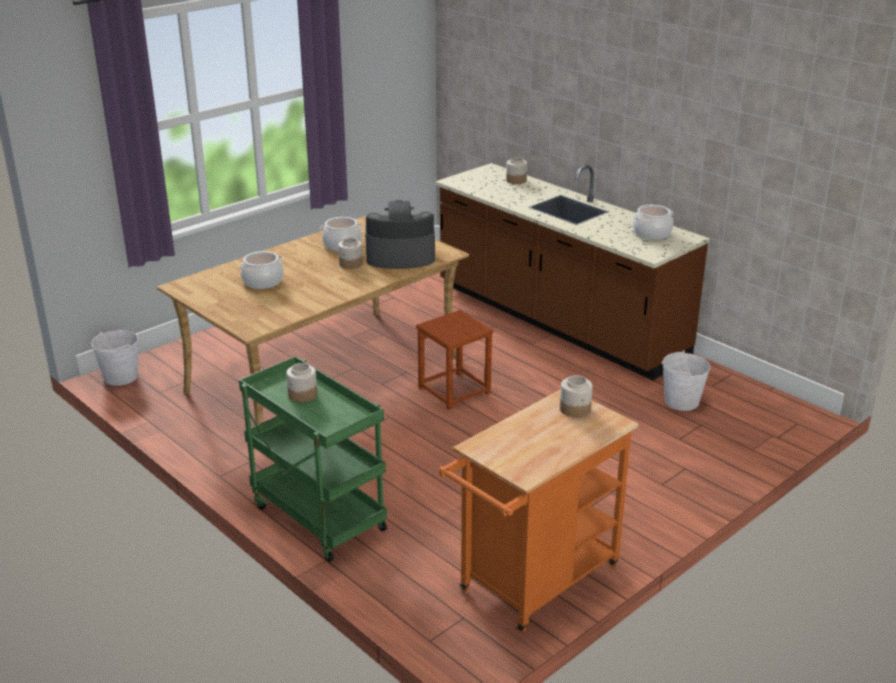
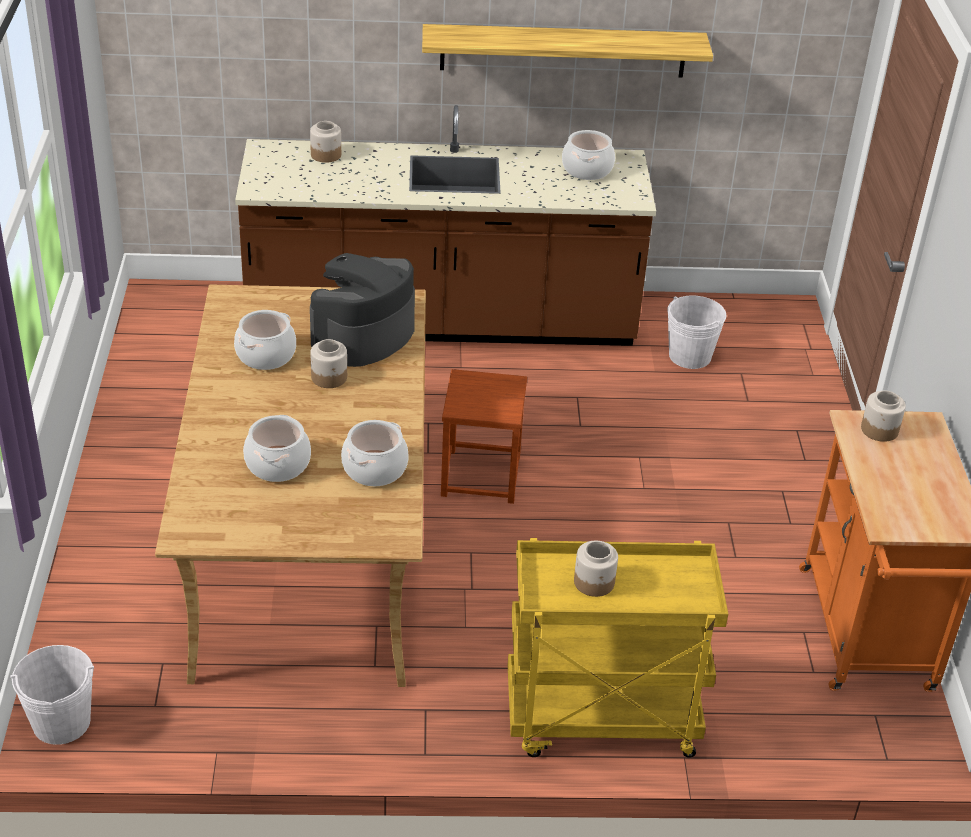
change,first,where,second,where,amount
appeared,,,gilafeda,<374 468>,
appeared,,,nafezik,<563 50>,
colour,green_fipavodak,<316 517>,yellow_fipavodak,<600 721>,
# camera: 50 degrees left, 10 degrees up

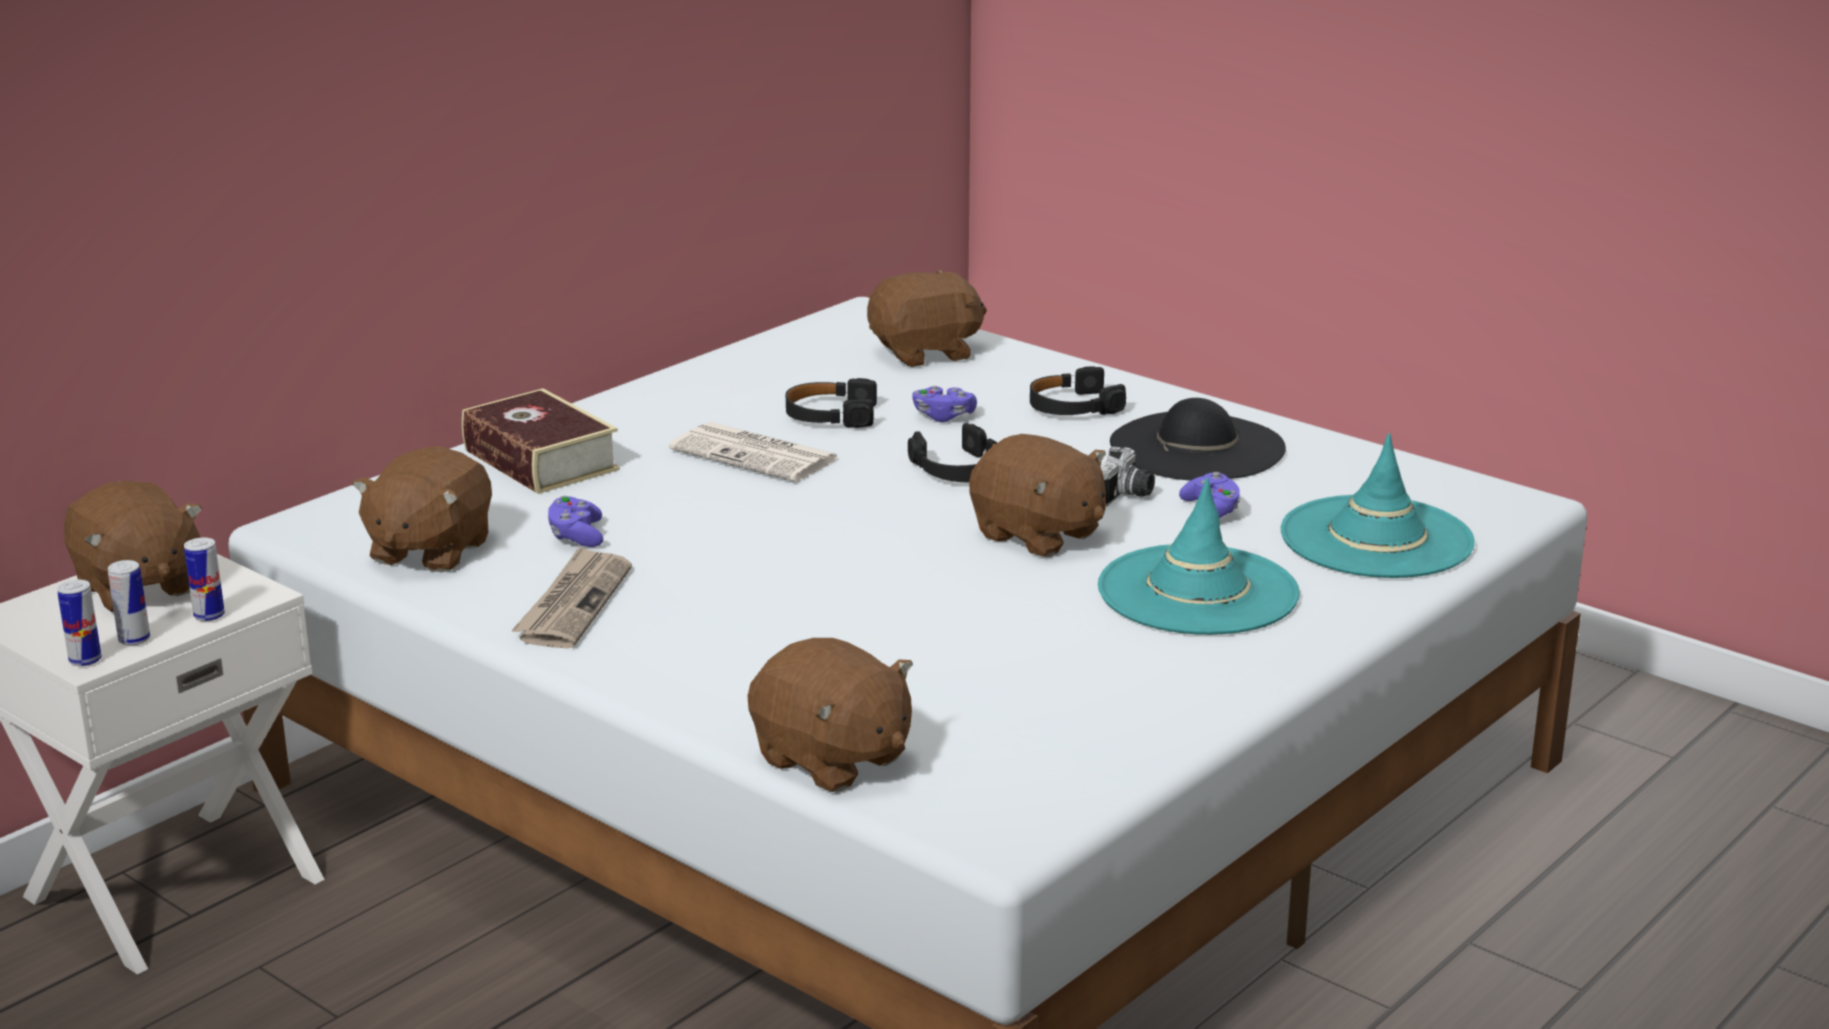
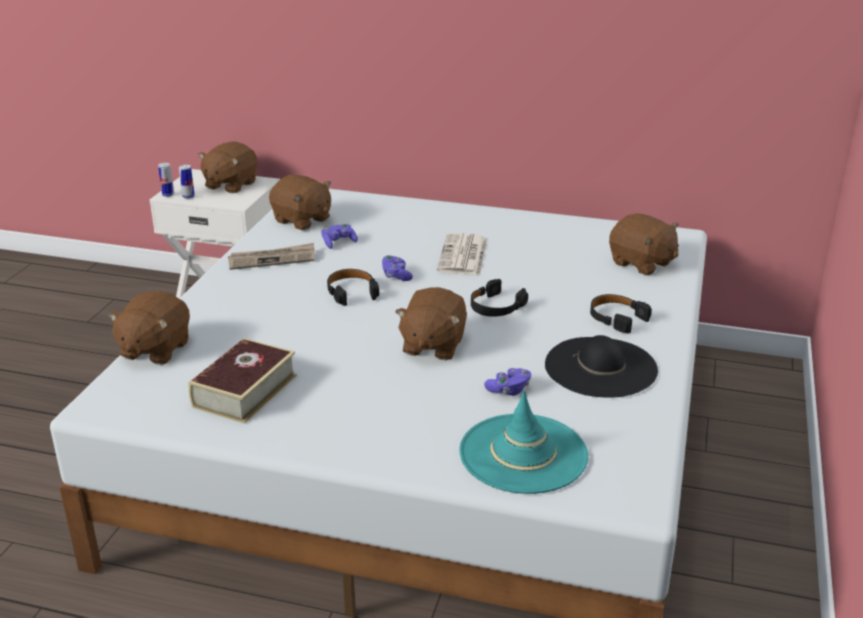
change,first,where,second,where,amount
relocated,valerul,<541 460>,,<245 391>,
spun,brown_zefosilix,<429 551>,,<302 220>,135 degrees counterclockwise
relocated,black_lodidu,<830 415>,,<351 292>,
relocated,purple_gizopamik,<943 416>,,<396 275>,
missing,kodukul,<209 616>,,,
missing,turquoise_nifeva,<1197 592>,,,
missing,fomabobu,<1126 496>,,,
# camera: 65 degrees right, 5 degrees up

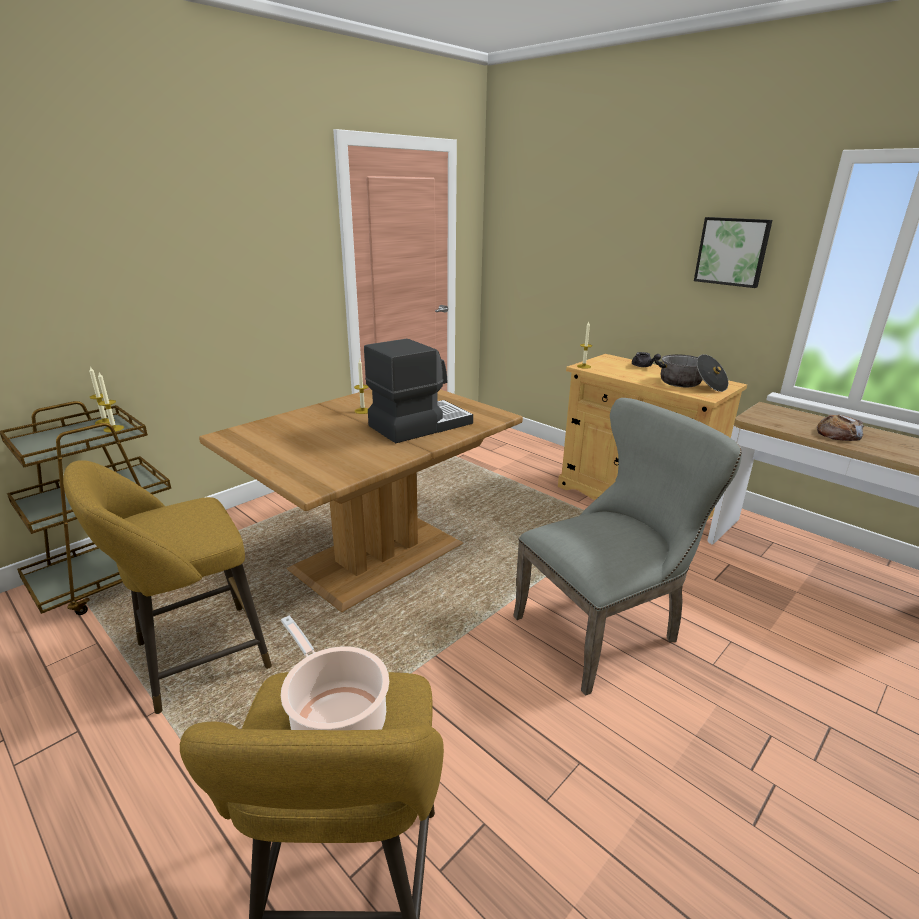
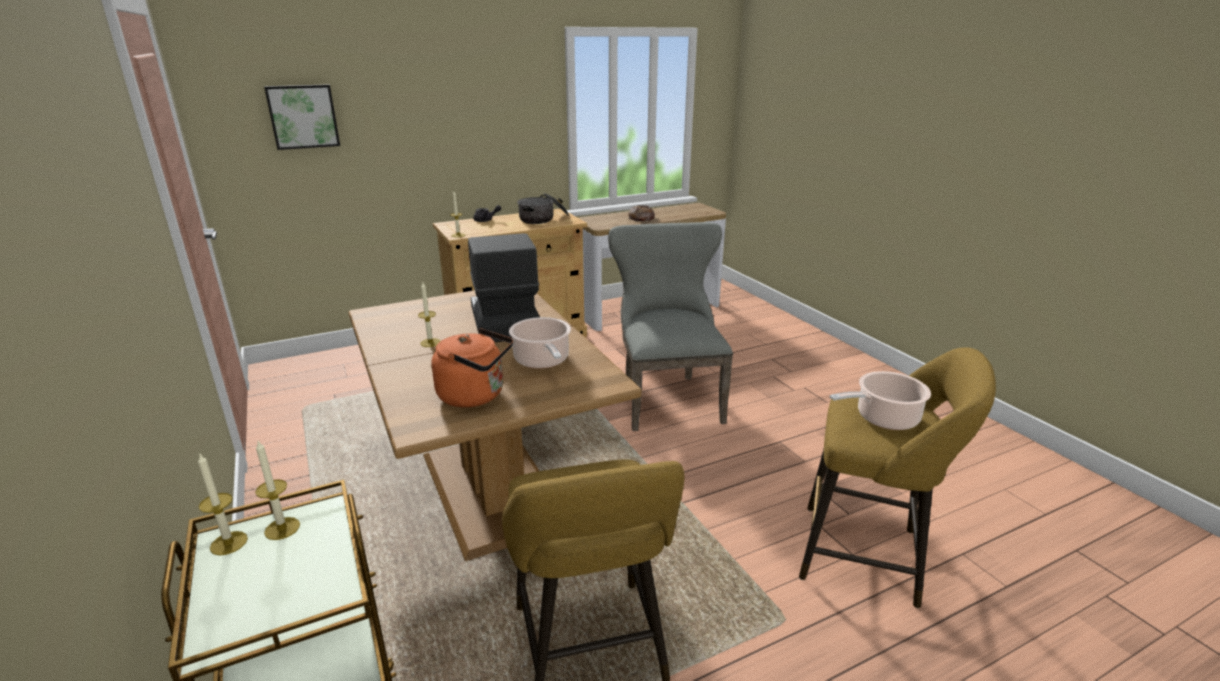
change,first,where,second,where,amount
relocated,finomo,<732 251>,,<303 116>,
appeared,,,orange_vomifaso,<476 395>,
appeared,,,gilafeda,<542 361>,
# camera: 70 degrees left, 0 degrees up

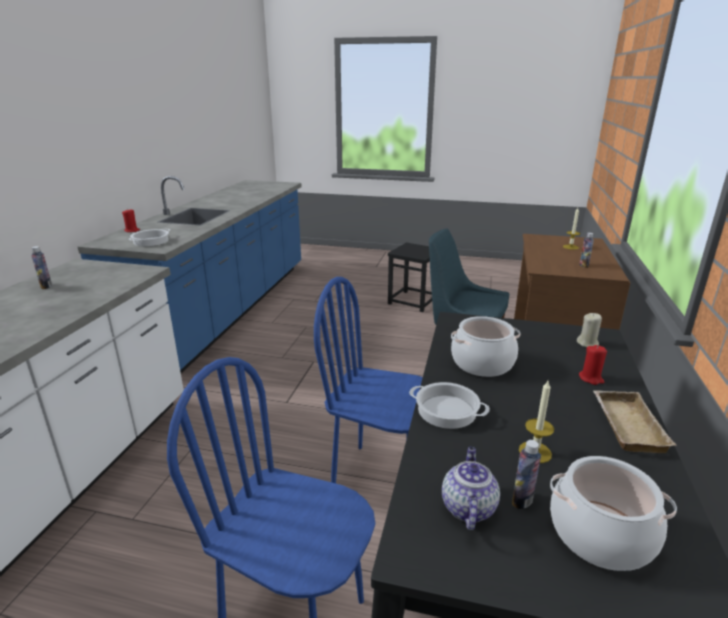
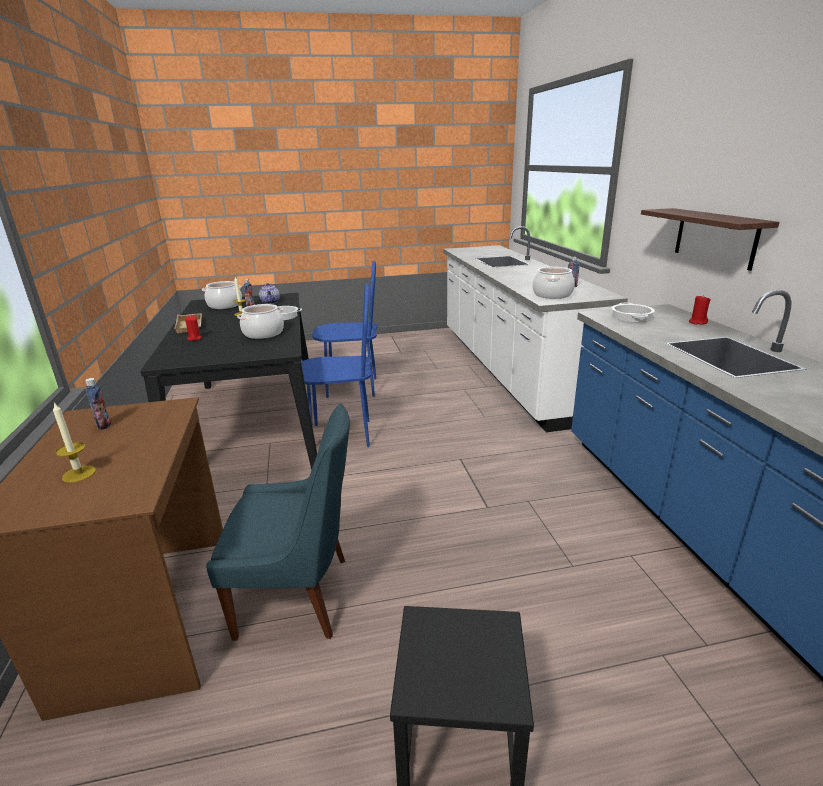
change,first,where,second,where,amount
appeared,,,gilafeda,<552 295>,
appeared,,,nafezik,<715 237>,
missing,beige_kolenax,<587 343>,,,
# camera: 155 degrees right, 0 degrees up

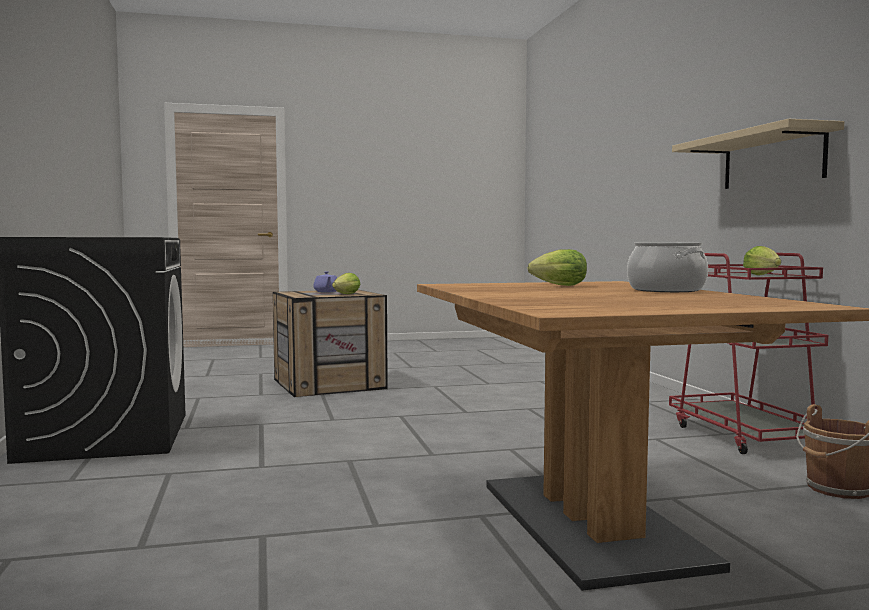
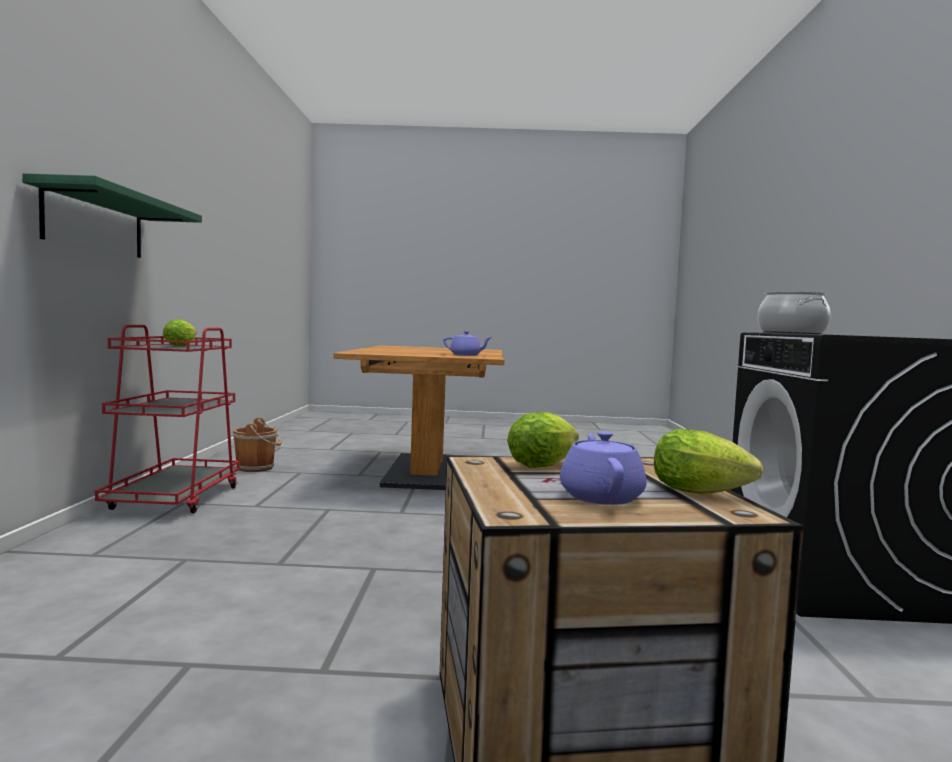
change,first,where,second,where,amount
colour,beige_nafezik,<772 159>,green_nafezik,<95 223>,
appeared,,,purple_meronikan,<466 355>,
relocated,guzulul,<556 285>,,<705 493>,
relocated,gilafeda,<666 290>,,<791 333>,
# camera: 165 degrees left, 0 degrees up

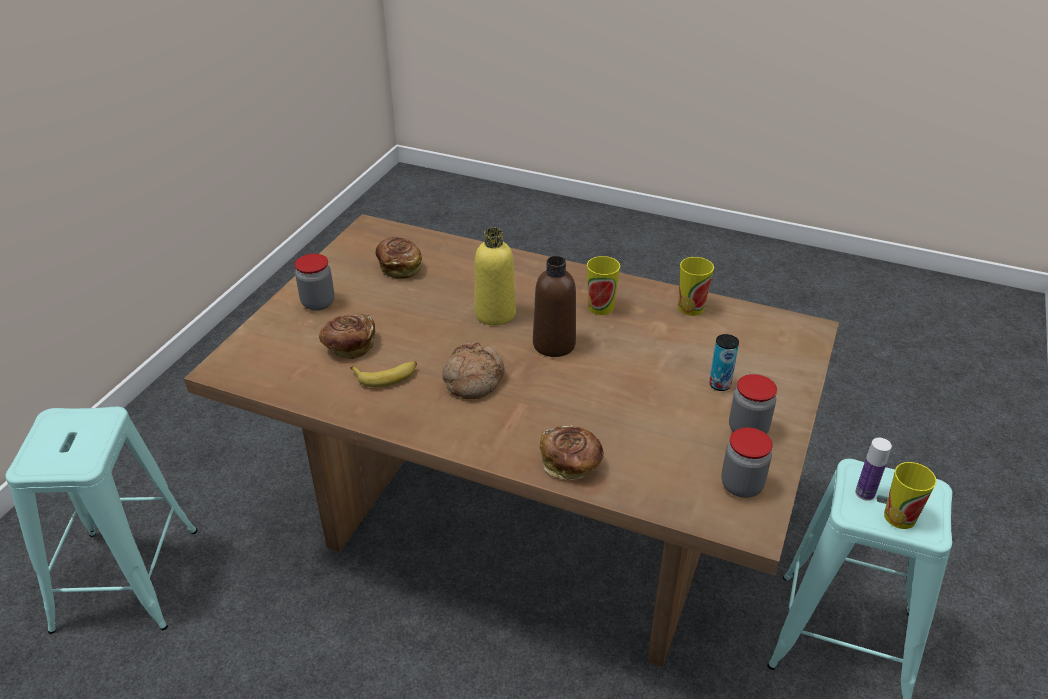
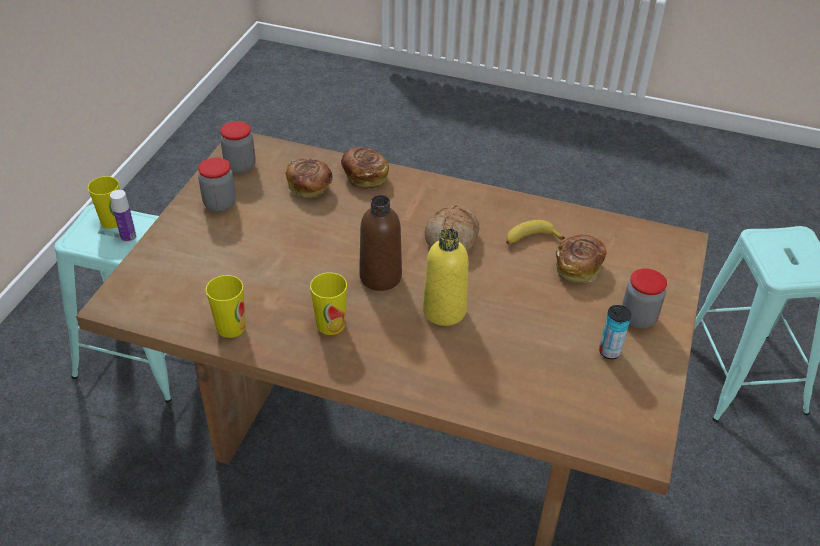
change,first,where,second,where,amount
relocated,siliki,<399 267>,,<310 188>,
relocated,kodukul,<719 384>,,<609 352>,
# camera: 175 degrees right, 5 degrees up

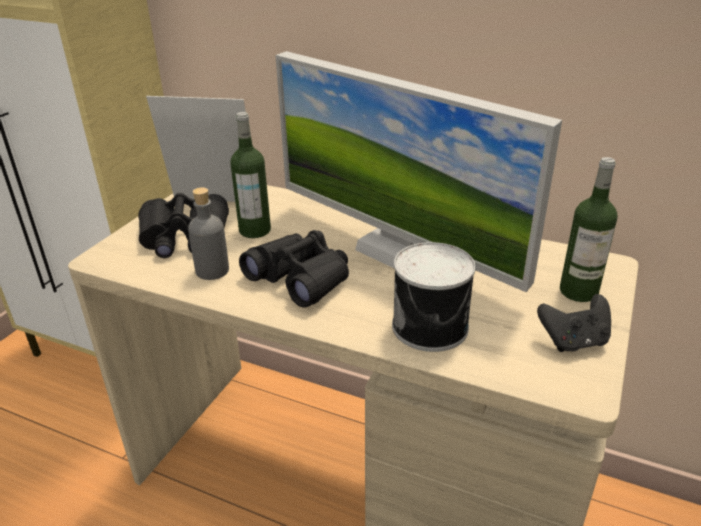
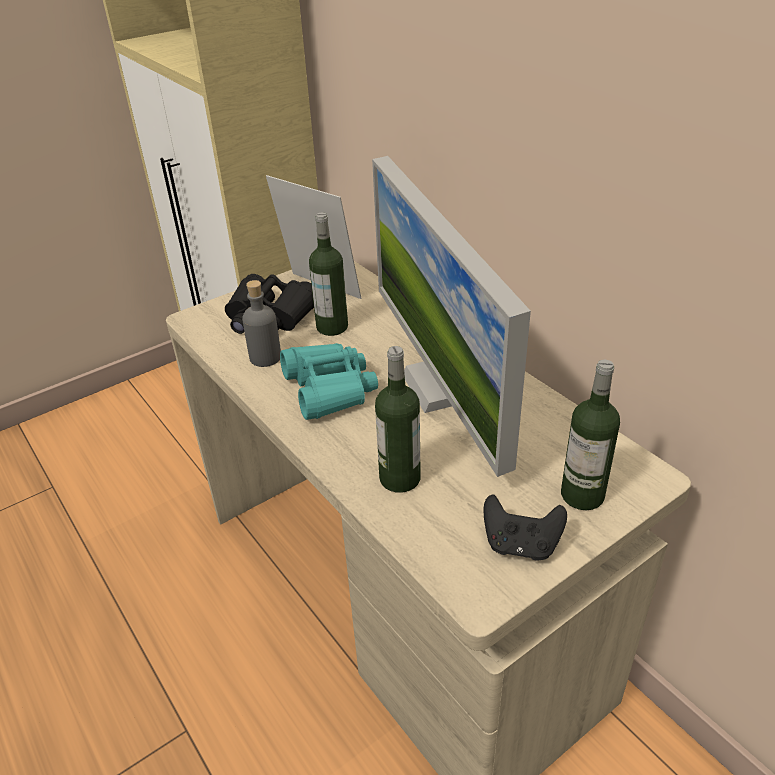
change,first,where,second,where,amount
colour,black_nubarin,<300 278>,turquoise_nubarin,<329 389>,
exchanged,kodukul,<432 327>,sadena,<400 478>,
# camera: 30 degrees right, 5 degrees up

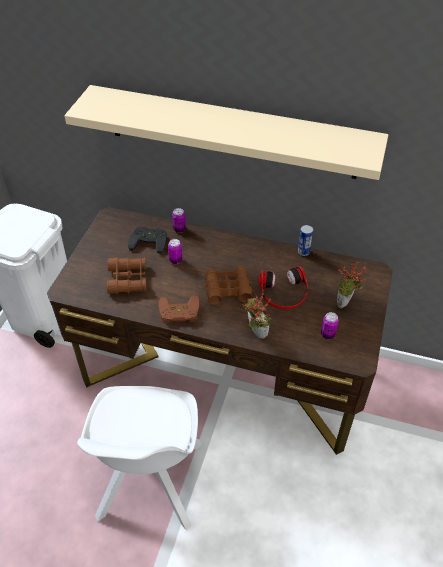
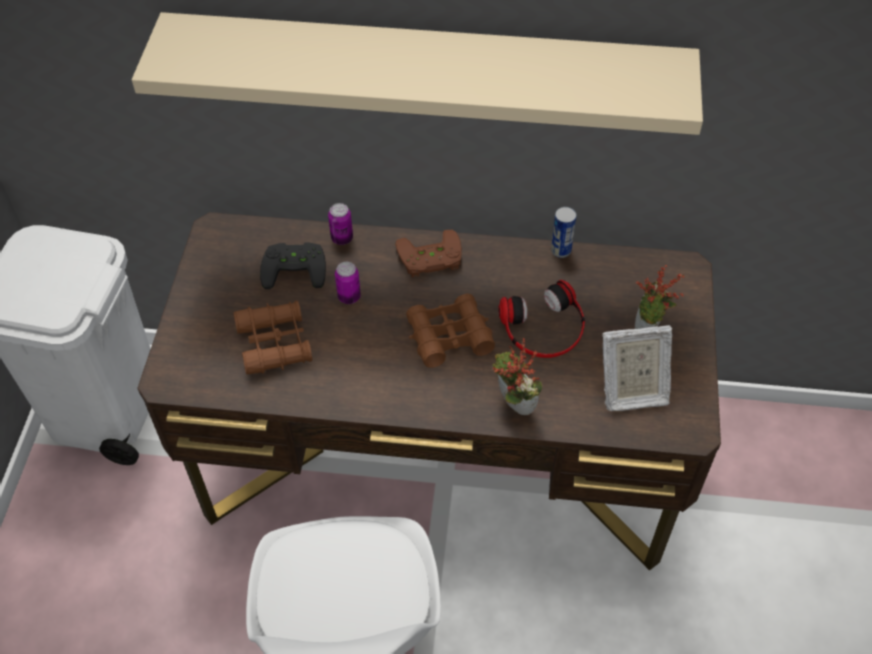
change,first,where,second,where,amount
relocated,brown_gizopamik,<179 313>,,<430 260>,
exchanged,kodukul,<327 334>,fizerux,<631 391>,
# camera: 10 degrees left, 5 degrees up

